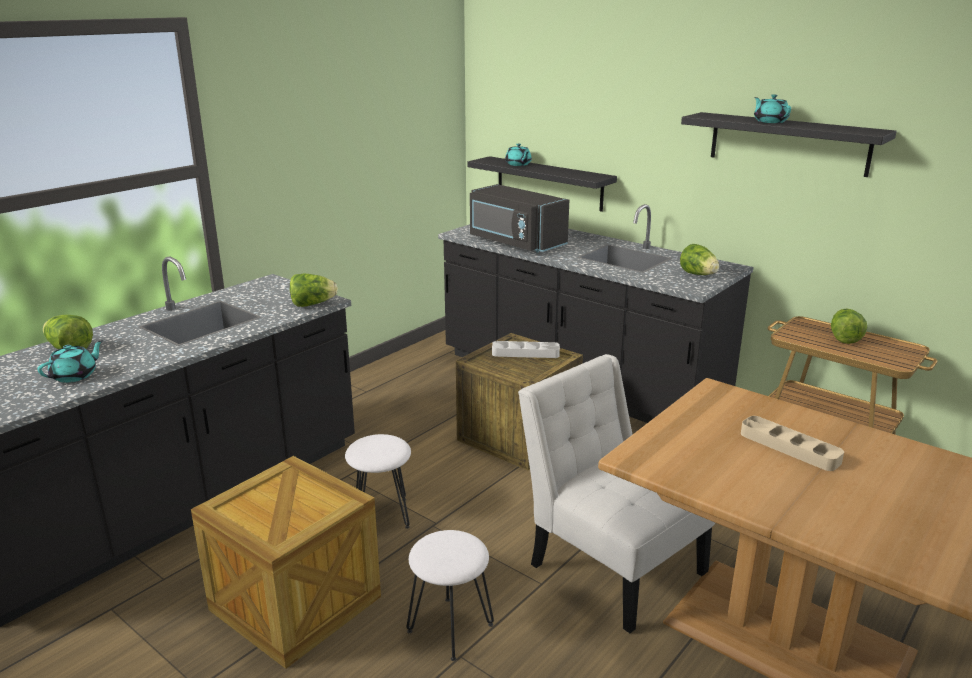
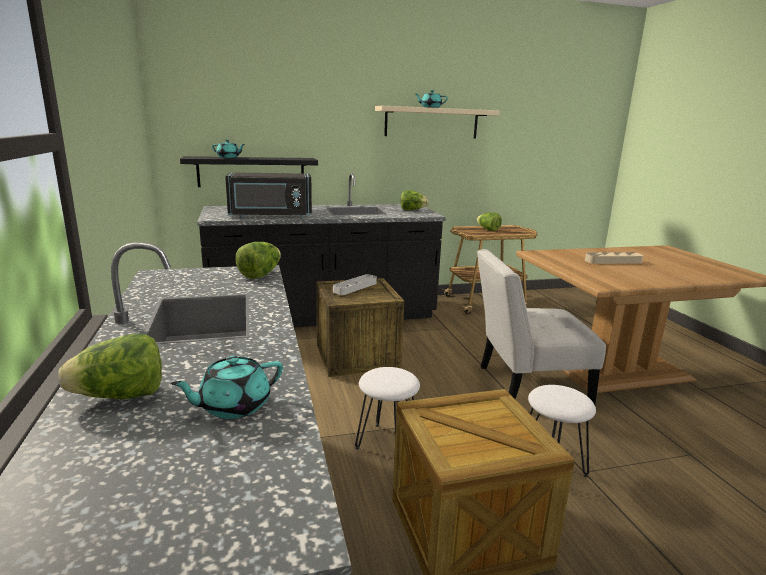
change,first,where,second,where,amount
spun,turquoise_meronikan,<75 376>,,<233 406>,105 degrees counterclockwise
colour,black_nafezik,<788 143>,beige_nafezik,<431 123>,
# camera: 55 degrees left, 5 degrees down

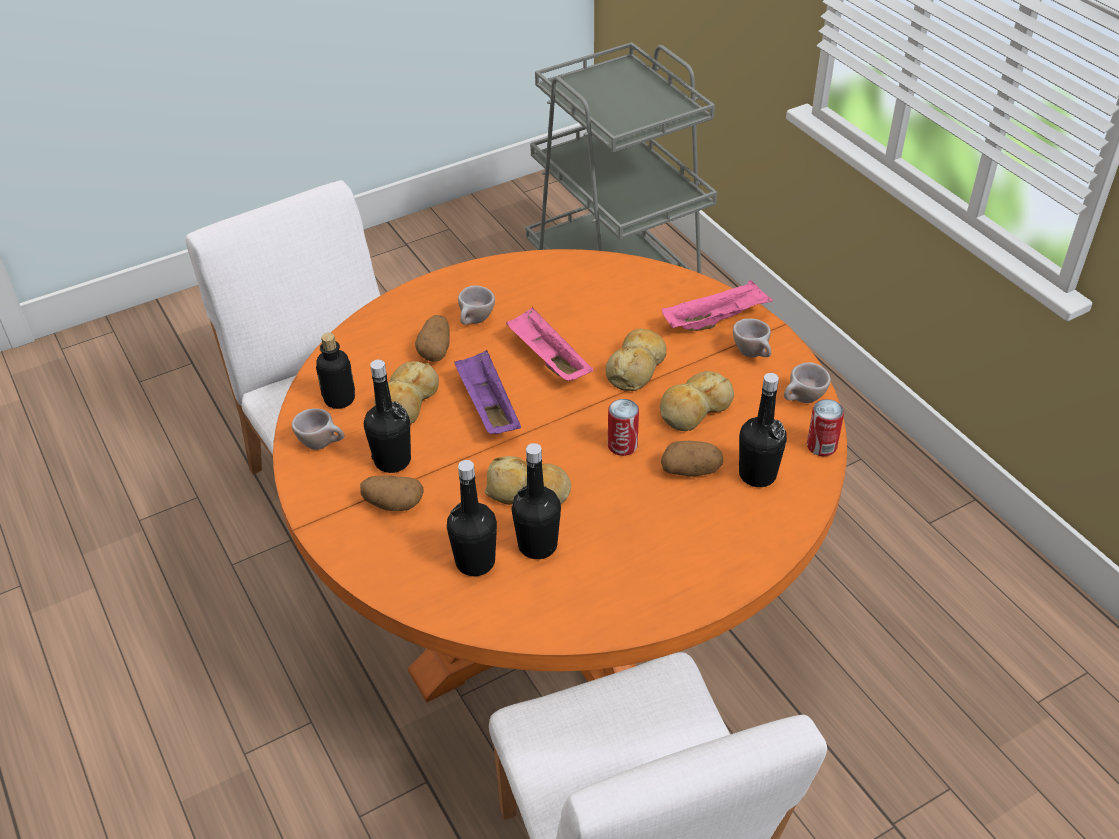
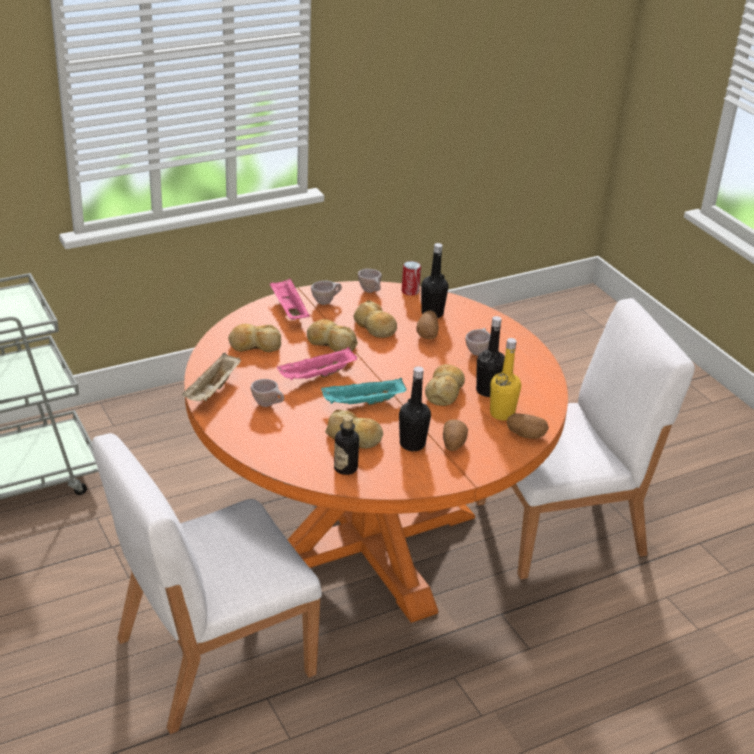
change,first,where,second,where,amount
appeared,,,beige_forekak,<213 390>,
appeared,,,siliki,<254 345>,
colour,purple_forekak,<487 407>,turquoise_forekak,<362 403>,
relocated,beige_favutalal,<322 444>,,<477 351>,
colour,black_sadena,<475 562>,yellow_sadena,<502 414>,
relocated,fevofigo,<436 350>,,<525 435>,
missing,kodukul,<622 445>,,,
# camera: 90 degrees left, 10 degrees down

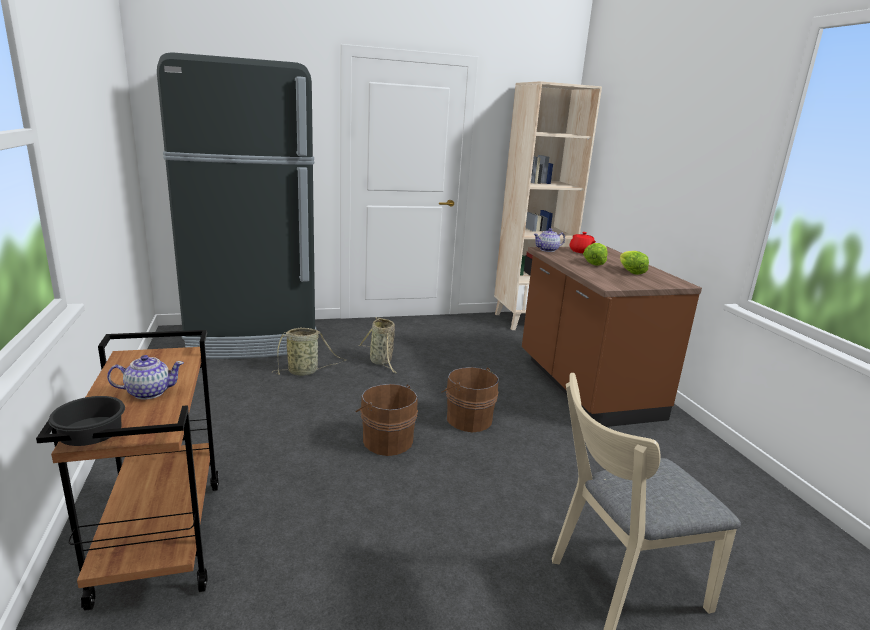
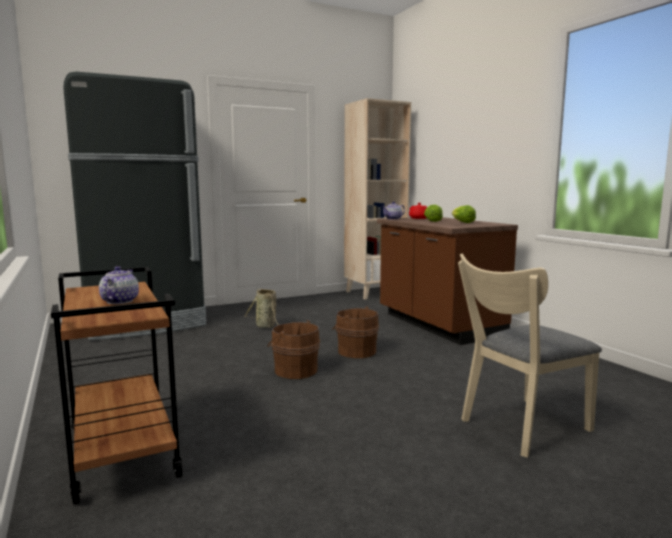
change,first,where,second,where,amount
spun,meronikan,<148 392>,,<119 301>,60 degrees counterclockwise
missing,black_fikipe,<92 440>,,,
missing,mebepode,<305 371>,,,
# camera: 10 degrees left, 10 degrees down

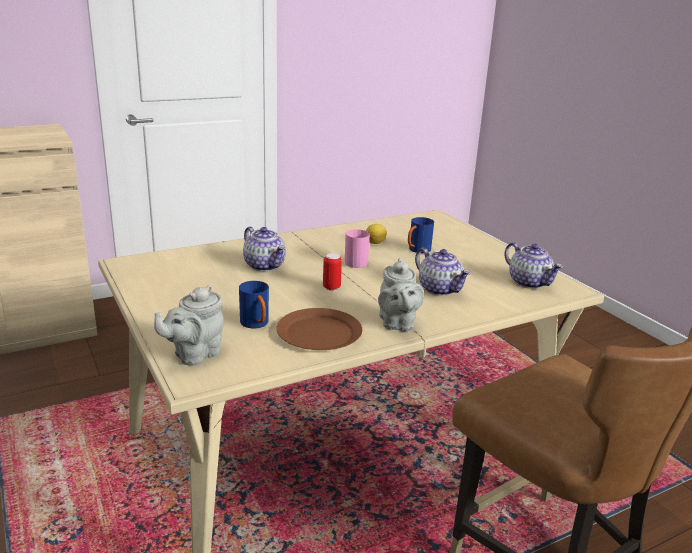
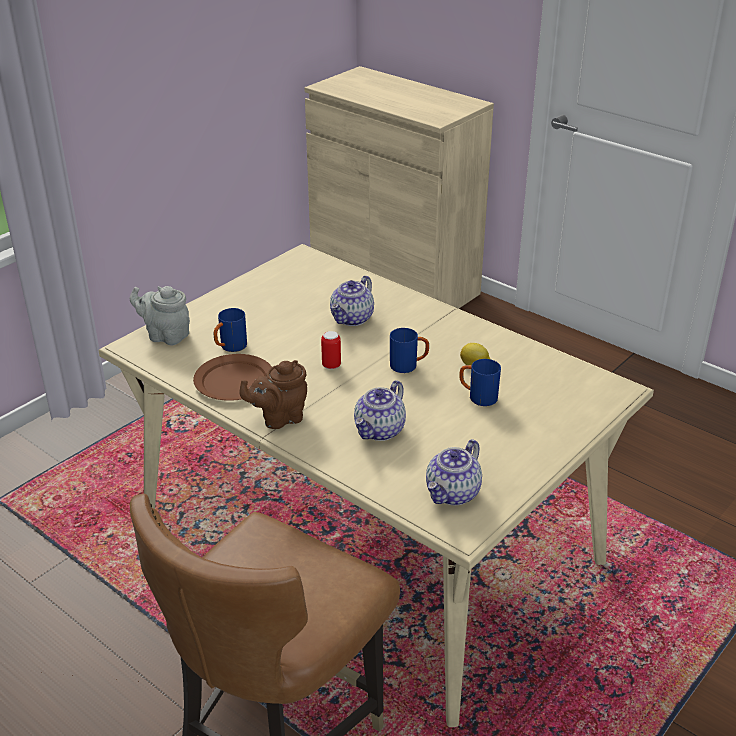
change,first,where,second,where,amount
colour,grey_meronikan,<397 324>,brown_meronikan,<279 418>,
colour,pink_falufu,<357 261>,blue_falufu,<408 366>,
# camera: 70 degrees right, 10 degrees up

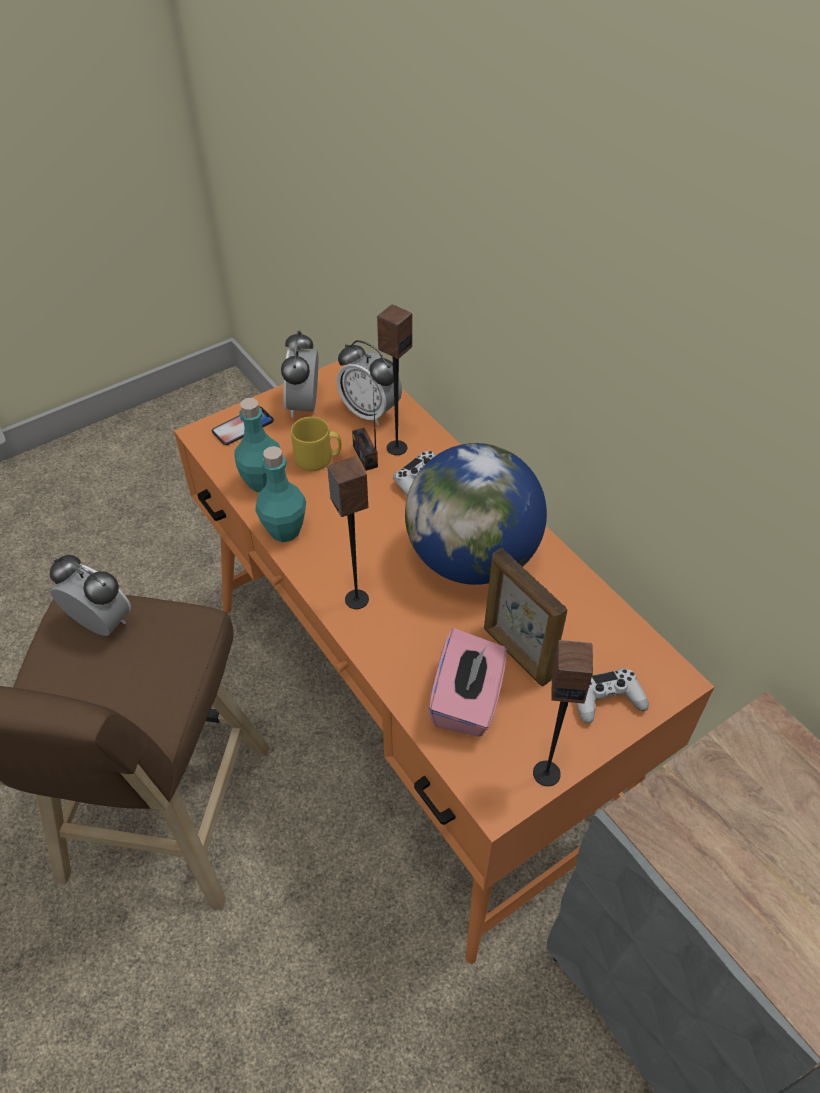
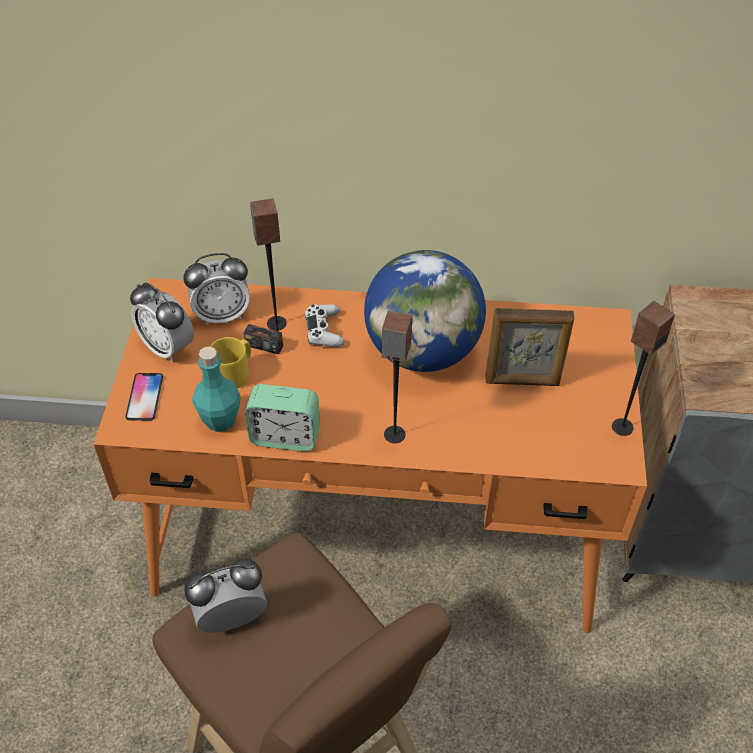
change,first,where,second,where,amount
exchanged,turquoise_sadena,<284 530>,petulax,<285 436>,
missing,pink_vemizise,<467 700>,,,
missing,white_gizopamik,<607 700>,,,
# camera: 50 degrees left, 0 degrees up

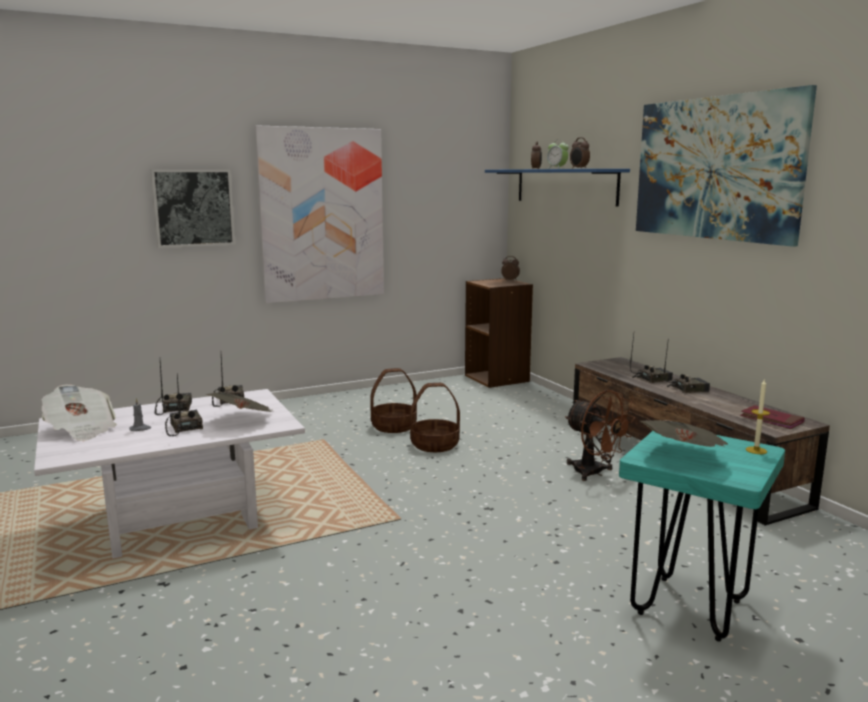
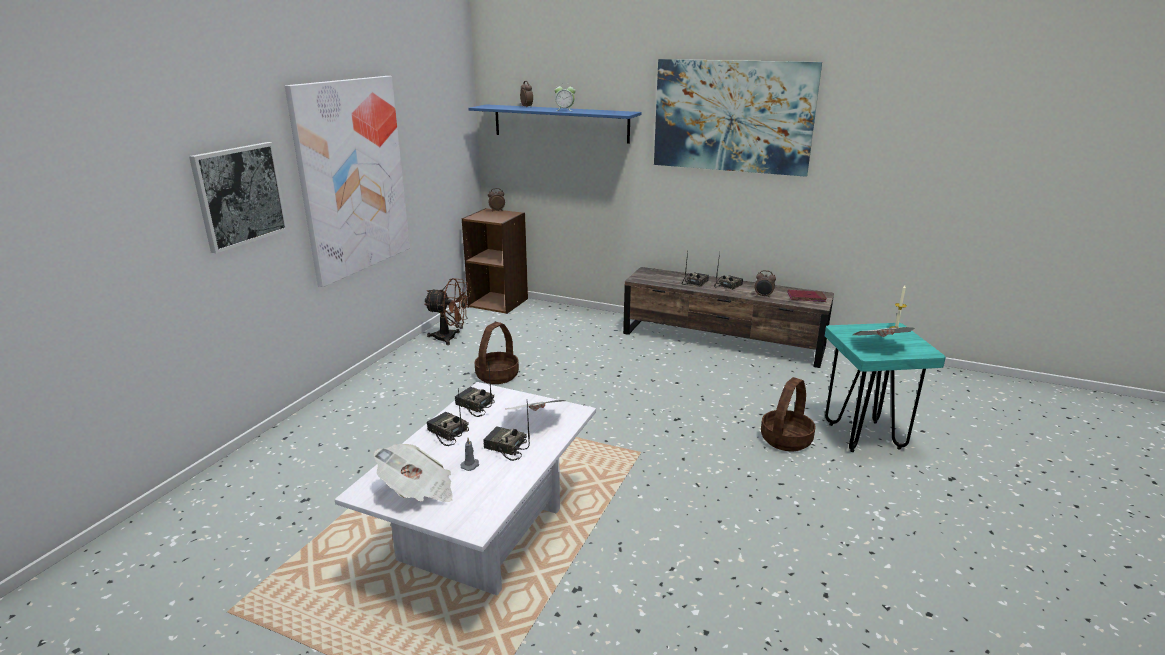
change,first,where,second,where,amount
relocated,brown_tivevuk,<594 473>,,<450 338>,
relocated,petulax,<579 168>,,<763 296>,
relocated,mebepode,<435 445>,,<785 439>,
# camera: 40 degrees left, 10 degrees up

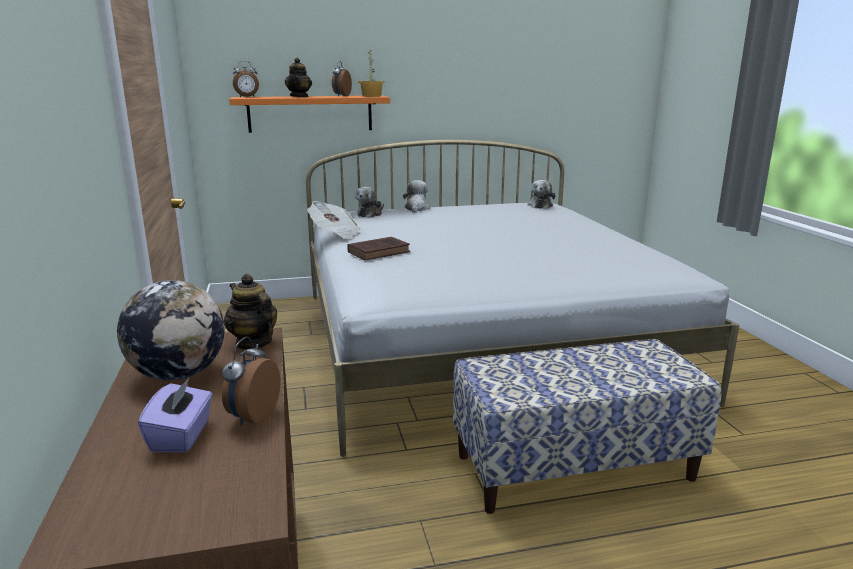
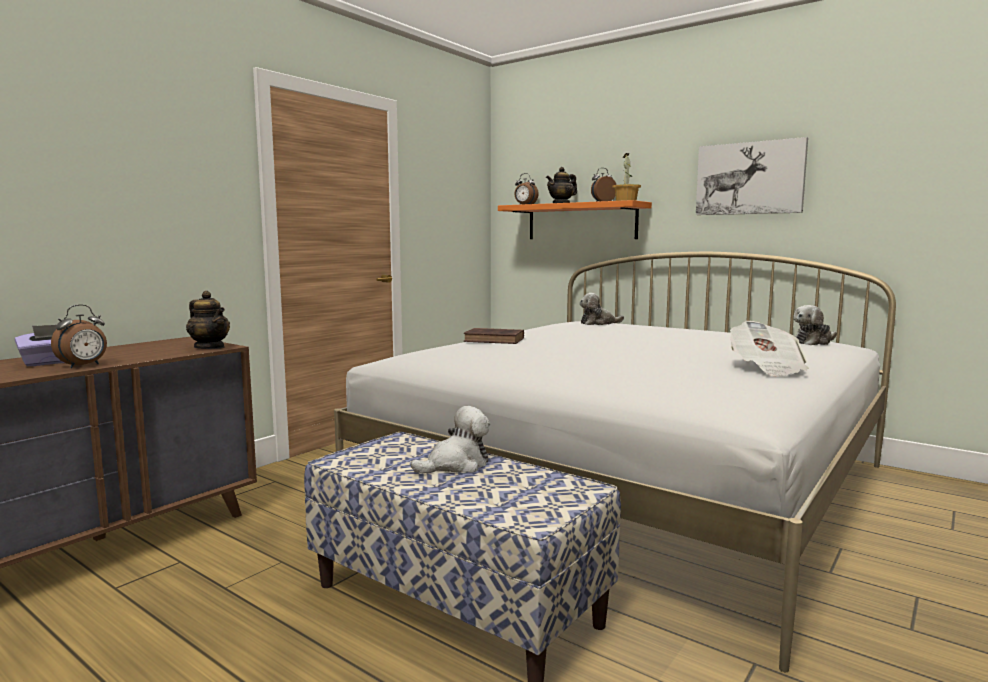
change,first,where,second,where,amount
spun,petulax,<252 417>,,<84 366>,150 degrees clockwise
spun,meronikan,<253 343>,,<210 347>,120 degrees clockwise
relocated,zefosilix,<416 209>,,<456 465>,
appeared,,,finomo,<750 178>,
relocated,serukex,<335 233>,,<766 369>,
missing,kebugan,<179 374>,,,
# camera: 50 degrees right, 10 degrees down

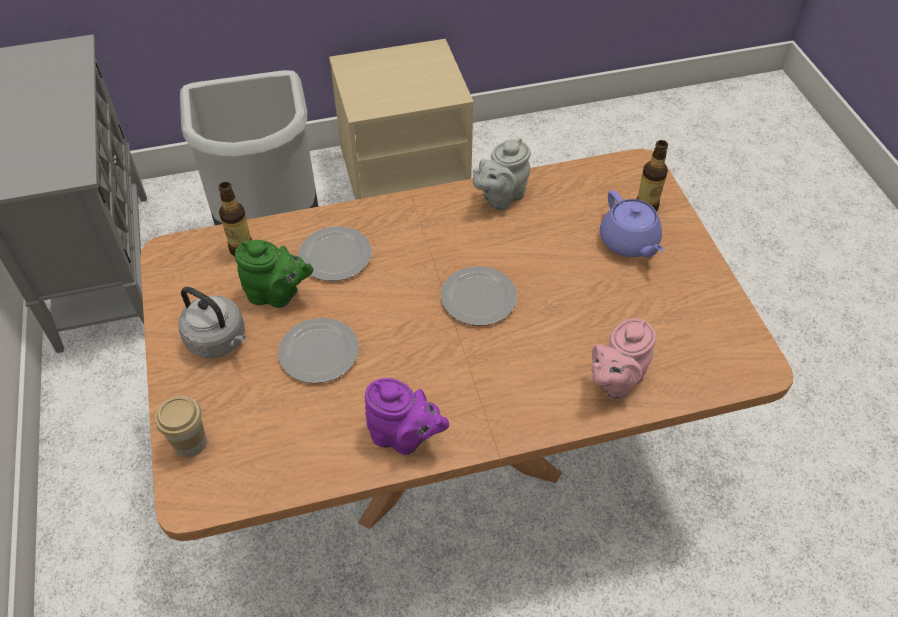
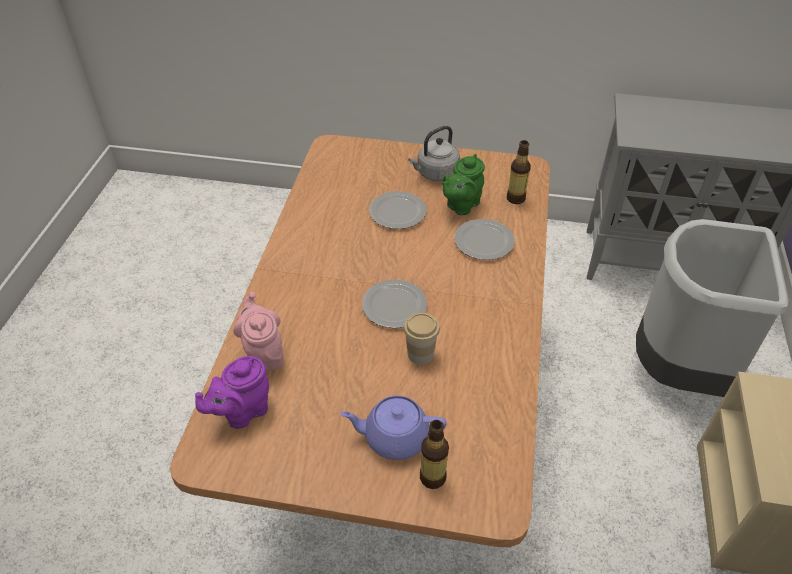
change,first,where,second,where,amount
relocated,purple_meronikan,<404 437>,,<242 412>,
relocated,favutalal,<190 443>,,<420 354>,
missing,grey_meronikan,<500 197>,,,
# camera: 115 degrees right, 5 degrees down

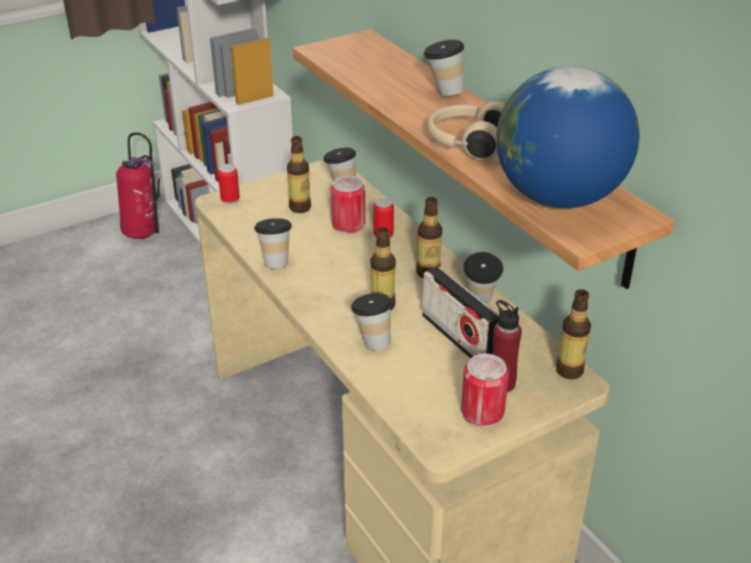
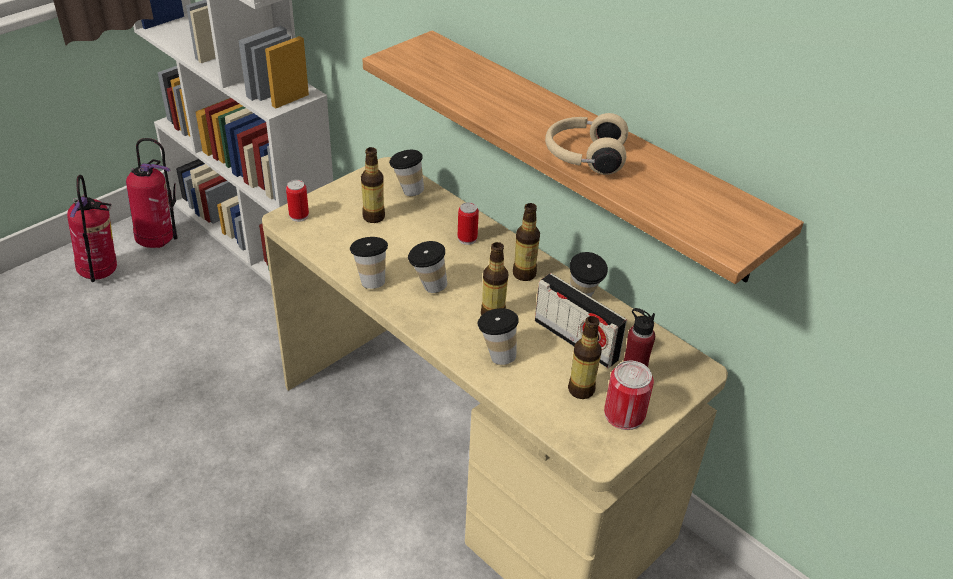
change,first,where,second,where,amount
appeared,,,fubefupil,<101 274>,
relocated,favutalal,<443 92>,,<427 286>,
relocated,sadena,<569 371>,,<581 390>,
missing,kodukul,<348 225>,,,
missing,kebugan,<558 197>,,,
# camera: 15 degrees left, 5 degrees up

